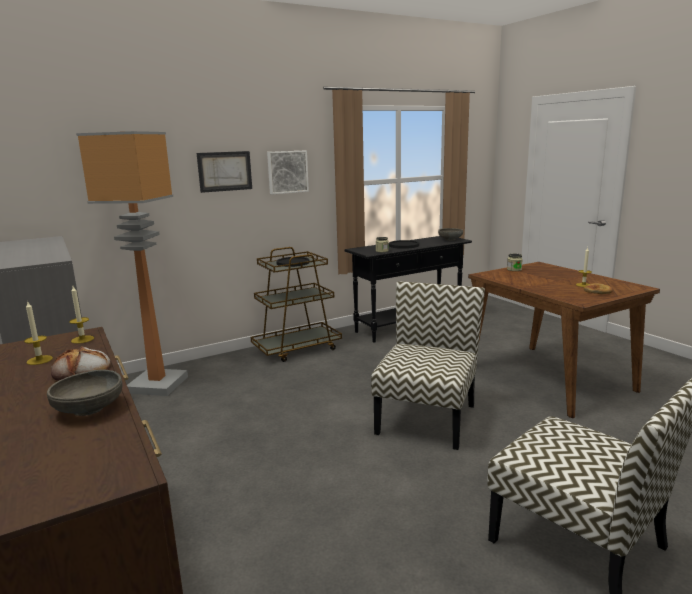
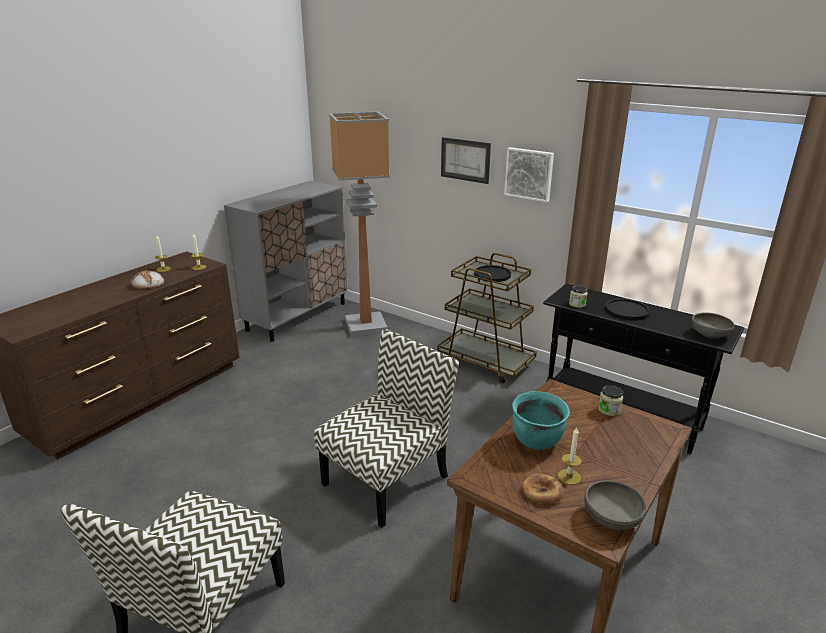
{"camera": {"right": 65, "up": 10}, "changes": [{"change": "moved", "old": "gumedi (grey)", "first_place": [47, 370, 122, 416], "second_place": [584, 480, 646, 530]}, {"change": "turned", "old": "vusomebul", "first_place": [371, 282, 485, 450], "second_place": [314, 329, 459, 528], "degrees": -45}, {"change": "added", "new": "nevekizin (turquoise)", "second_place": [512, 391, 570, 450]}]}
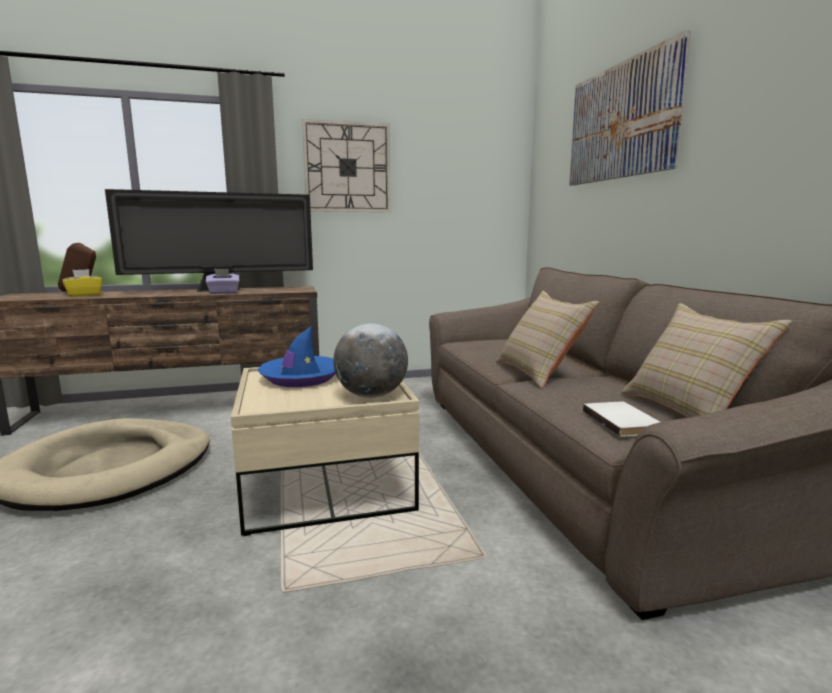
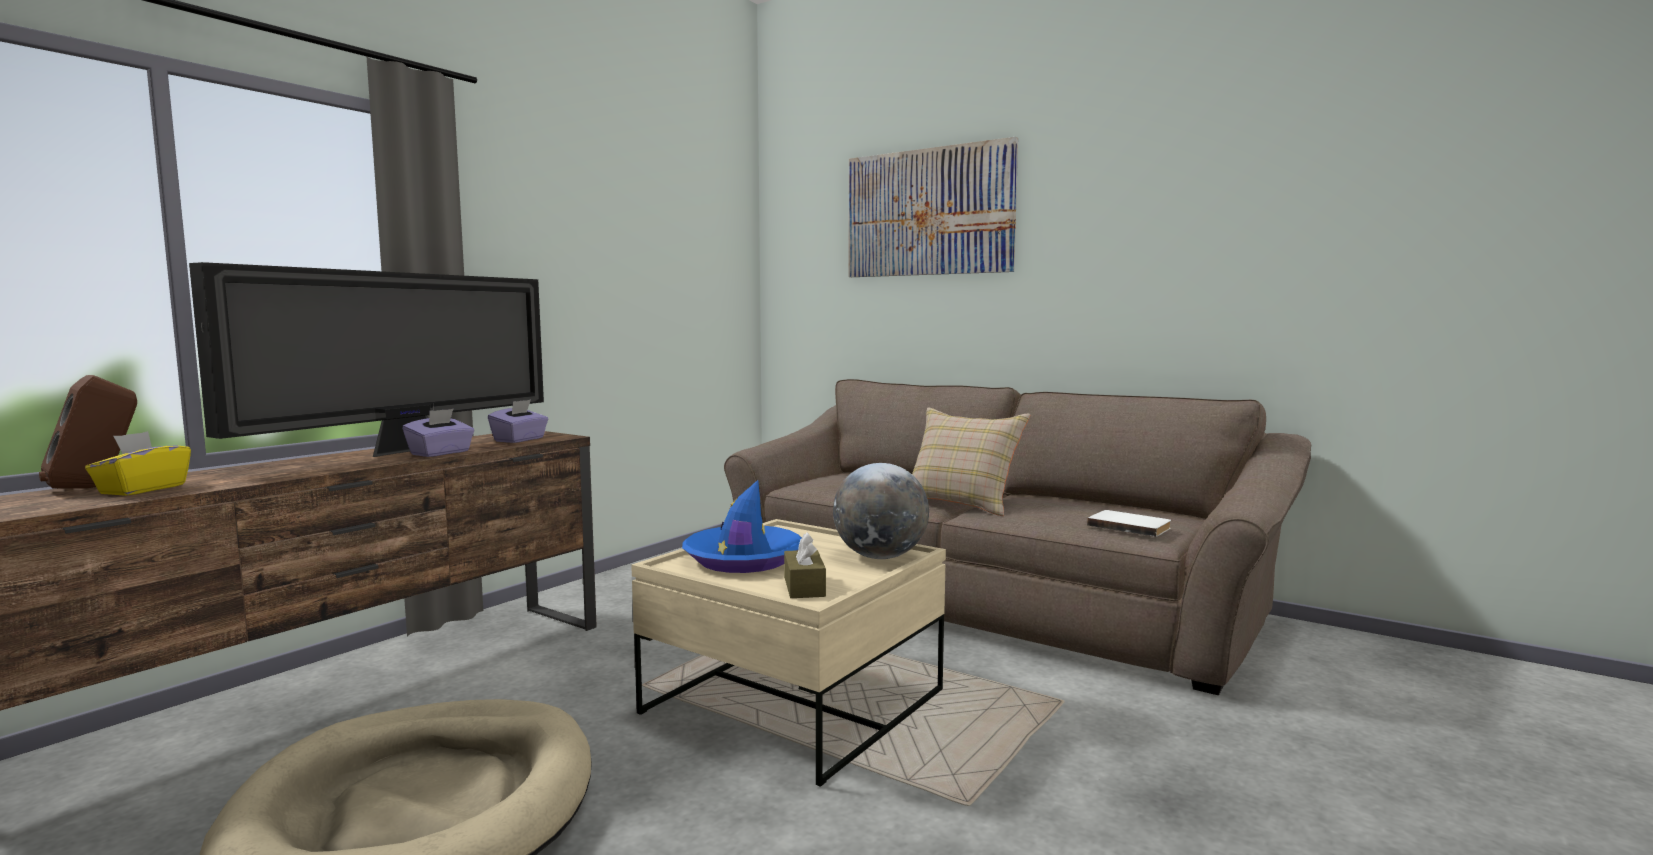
{"camera": {"right": -40, "up": -5}, "changes": [{"change": "removed", "old": "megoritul", "first_place": [302, 119, 391, 212]}, {"change": "removed", "old": "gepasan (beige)", "first_place": [621, 303, 792, 418]}, {"change": "added", "new": "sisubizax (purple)", "second_place": [488, 400, 548, 443]}, {"change": "added", "new": "sisubizax (brown)", "second_place": [784, 532, 826, 598]}]}
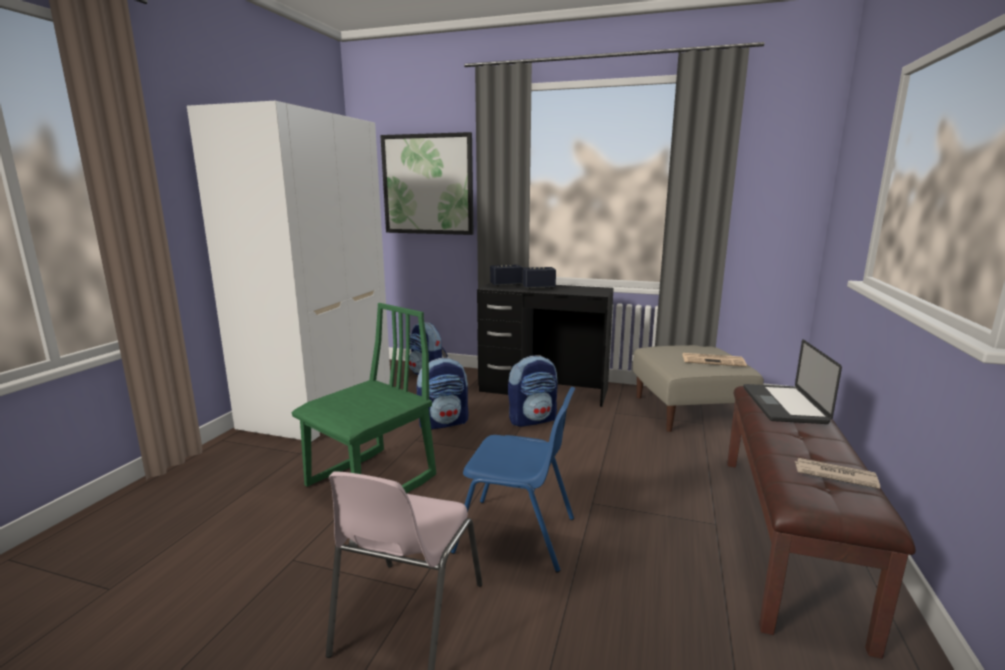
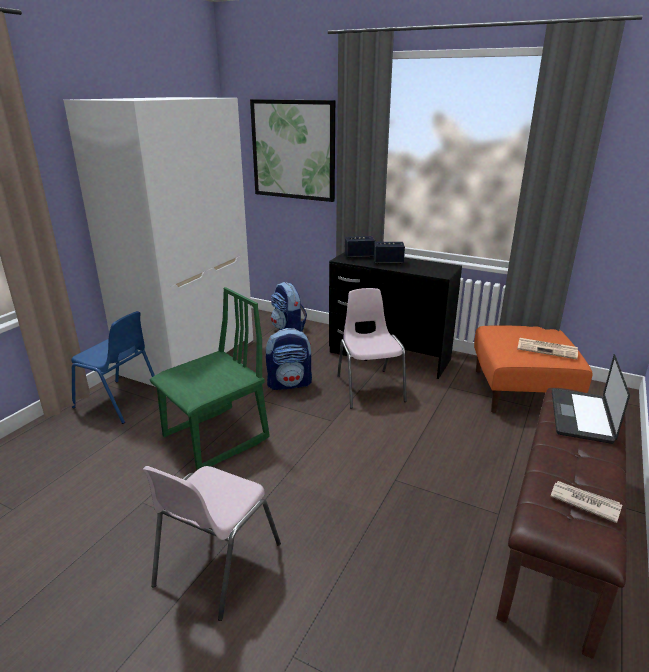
{"camera": {"right": 10, "up": 10}, "changes": [{"change": "moved", "old": "vusomebul (blue)", "first_place": [451, 387, 576, 572], "second_place": [72, 311, 155, 424]}, {"change": "replaced", "old": "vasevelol", "new": "vusomebul (pink)", "first_place": [508, 355, 558, 427], "second_place": [337, 288, 407, 408]}, {"change": "recoloured", "old": "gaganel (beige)", "new": "gaganel (orange)", "first_place": [633, 345, 764, 432], "second_place": [474, 325, 593, 413]}]}
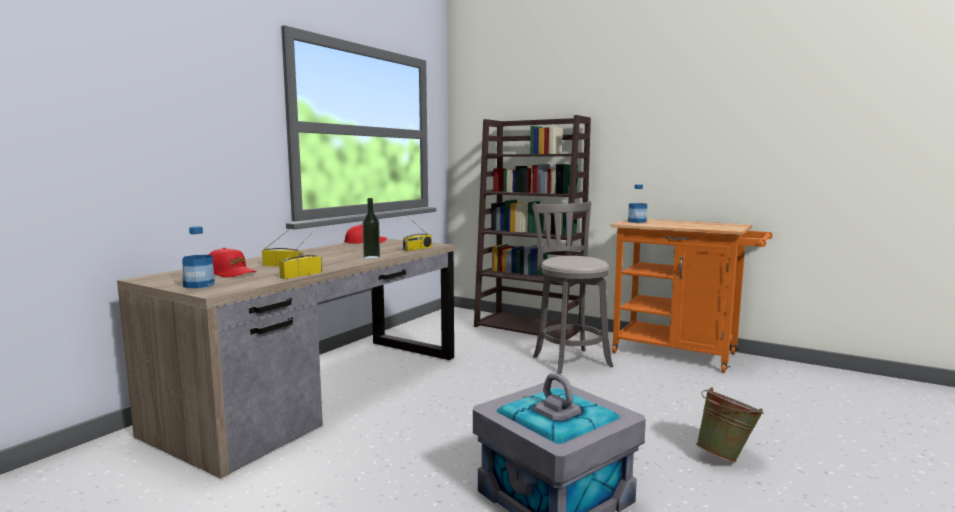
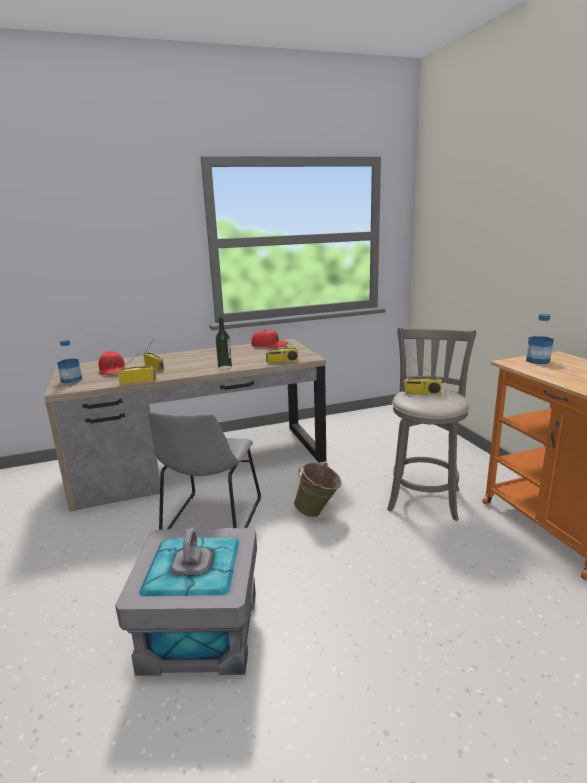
{"camera": {"right": 40, "up": 10}, "changes": [{"change": "removed", "old": "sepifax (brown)", "first_place": [474, 115, 591, 340]}, {"change": "moved", "old": "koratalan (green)", "first_place": [696, 387, 764, 462], "second_place": [294, 462, 341, 517]}, {"change": "added", "new": "vusomebul (grey)", "second_place": [148, 412, 261, 529]}, {"change": "added", "new": "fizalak", "second_place": [403, 358, 442, 395]}]}
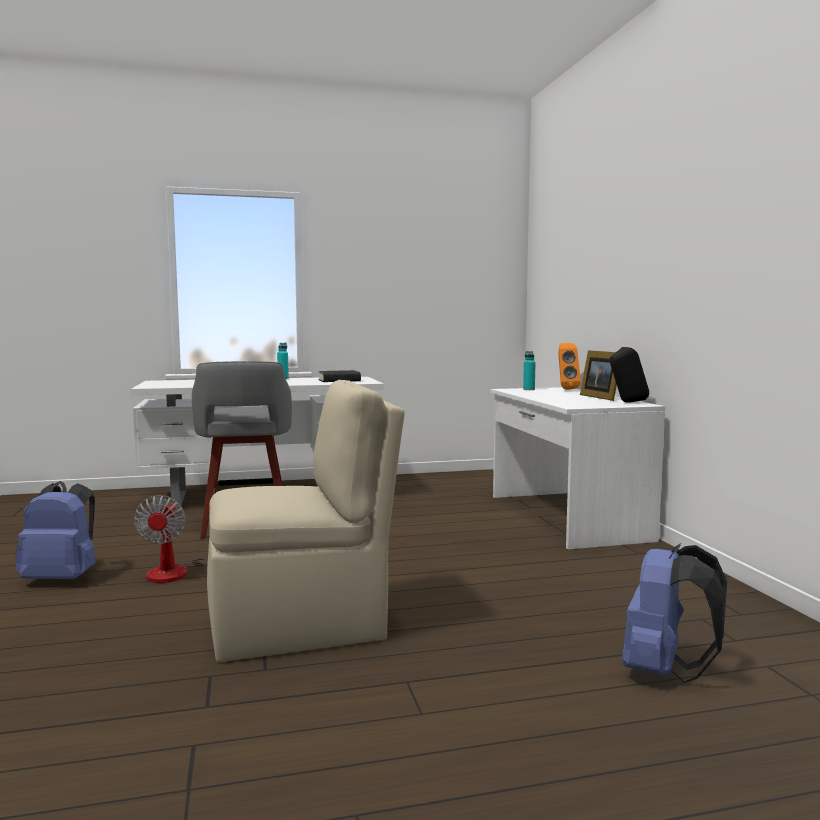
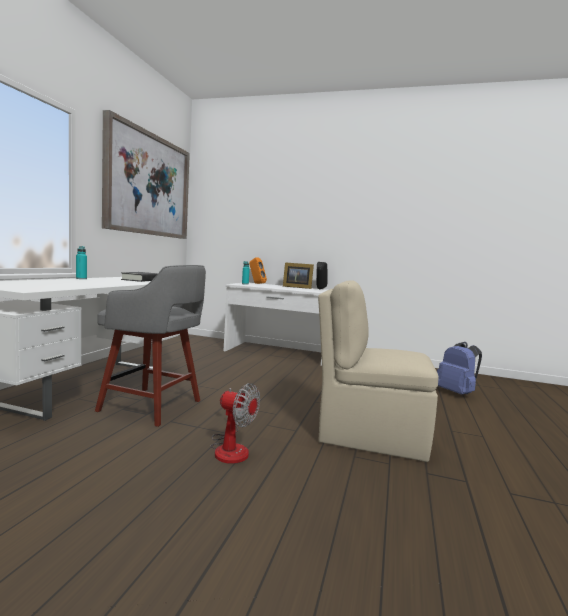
{"camera": {"right": -60, "up": 0}, "changes": [{"change": "removed", "old": "vasevelol (blue)", "first_place": [15, 481, 96, 579]}, {"change": "turned", "old": "vusomebul (beige)", "first_place": [207, 380, 405, 662], "second_place": [318, 281, 439, 462], "degrees": -90}, {"change": "added", "new": "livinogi", "second_place": [102, 110, 190, 239]}]}
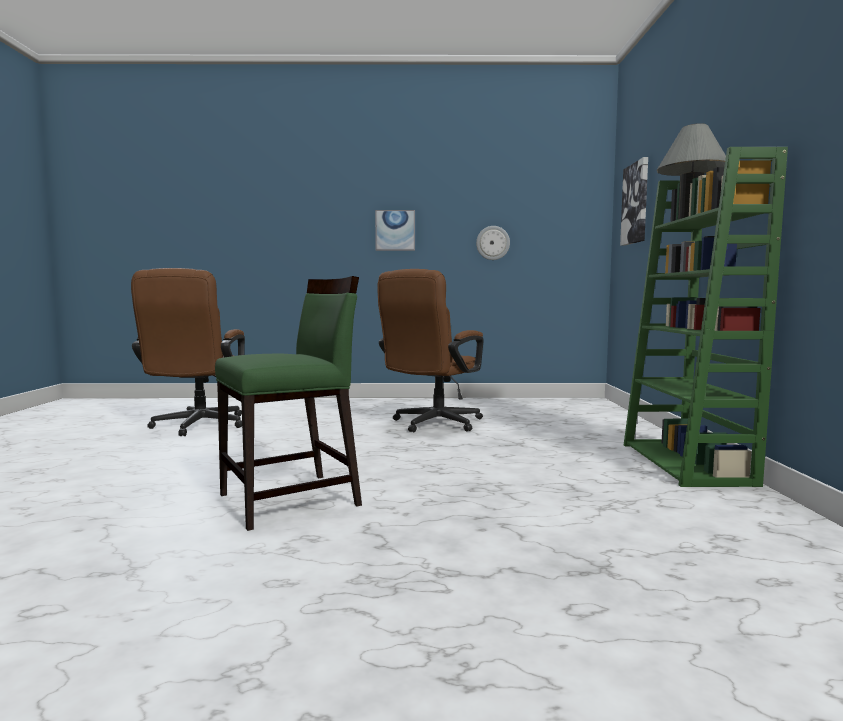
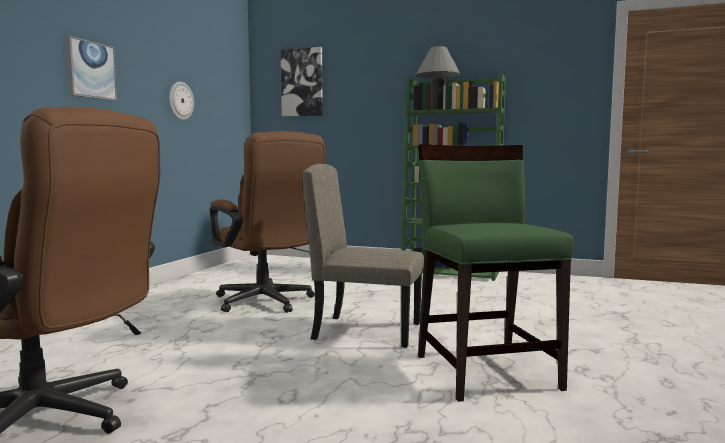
{"camera": {"right": -70, "up": 0}, "changes": [{"change": "added", "new": "vusomebul (beige)", "second_place": [302, 164, 424, 348]}]}
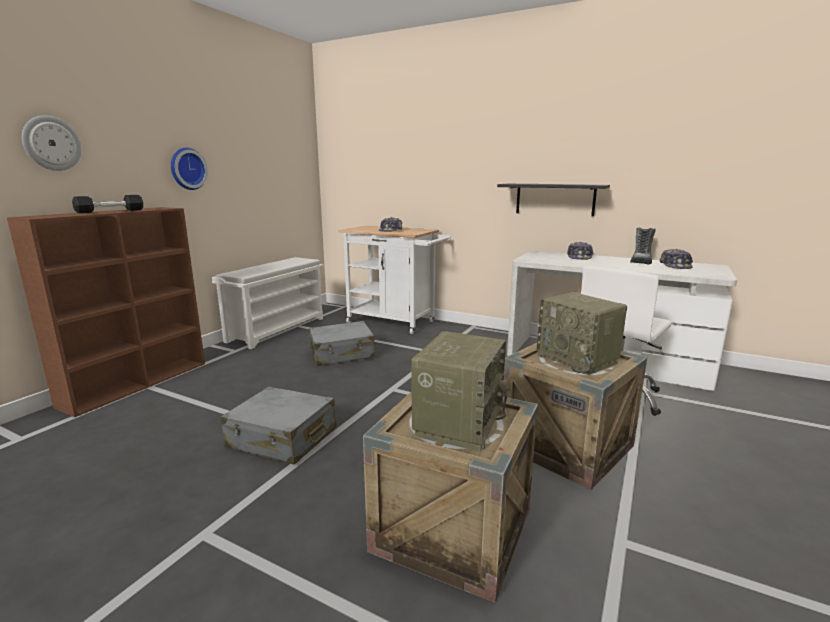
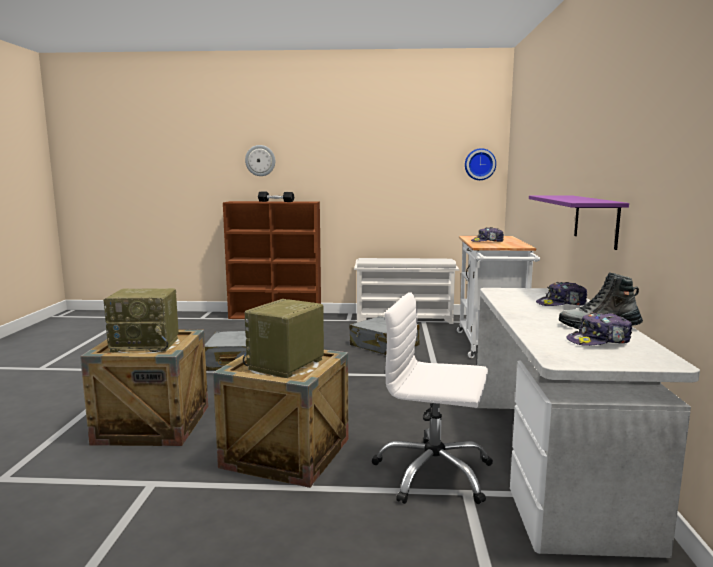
{"camera": {"right": 65, "up": -5}, "changes": [{"change": "moved", "old": "megoritul", "first_place": [171, 148, 208, 190], "second_place": [465, 148, 496, 180]}, {"change": "recoloured", "old": "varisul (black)", "new": "varisul (purple)", "first_place": [497, 184, 610, 216], "second_place": [529, 196, 629, 250]}]}
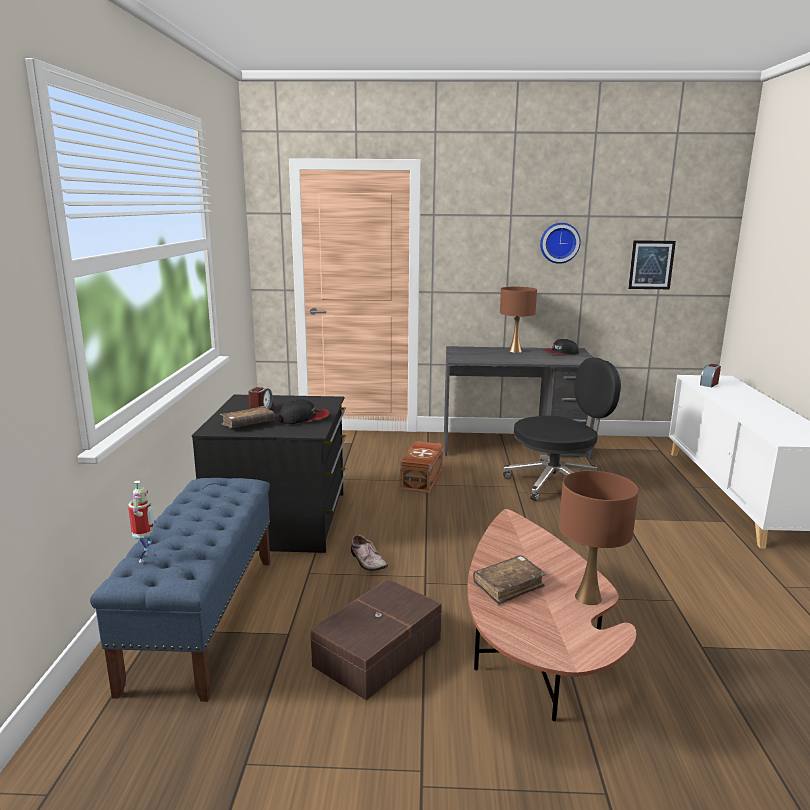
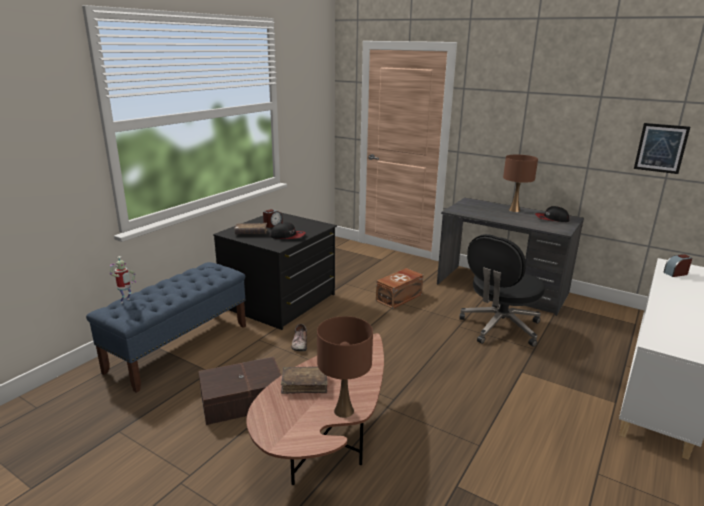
{"camera": {"right": 30, "up": 5}, "changes": [{"change": "turned", "old": "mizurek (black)", "first_place": [503, 358, 621, 501], "second_place": [459, 234, 545, 347], "degrees": 120}, {"change": "removed", "old": "megoritul", "first_place": [540, 223, 581, 264]}]}
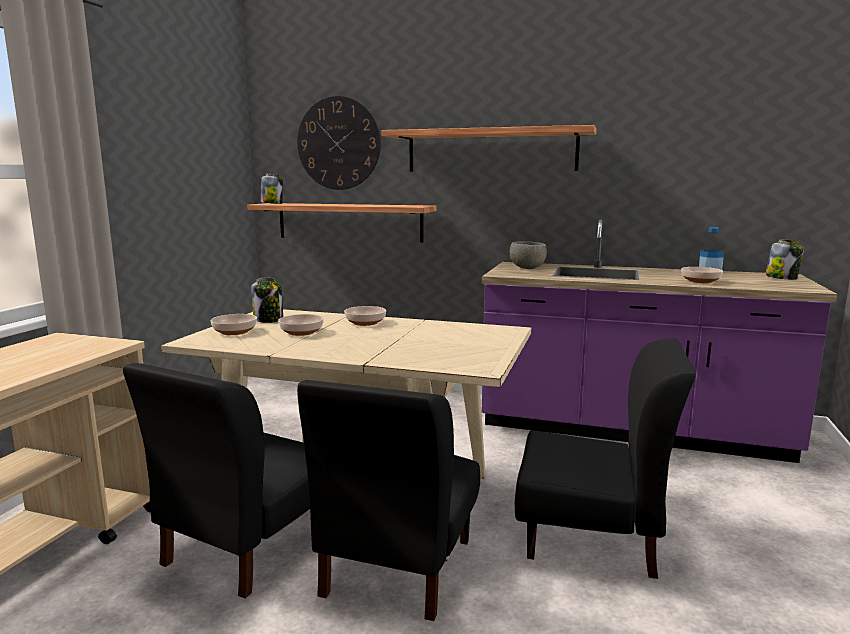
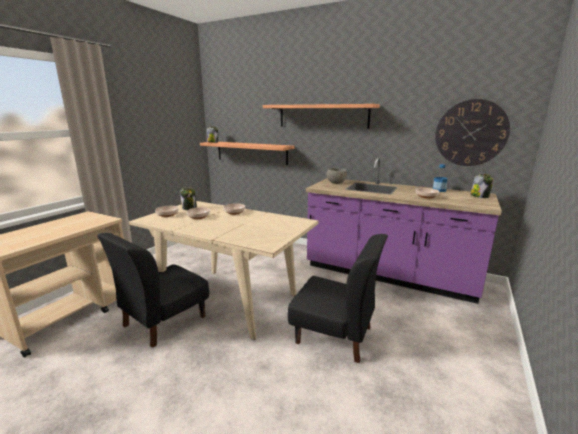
{"camera": {"right": 10, "up": 5}, "changes": [{"change": "moved", "old": "megoritul", "first_place": [297, 96, 381, 190], "second_place": [435, 99, 510, 166]}, {"change": "removed", "old": "vusomebul (black)", "first_place": [297, 380, 480, 621]}]}
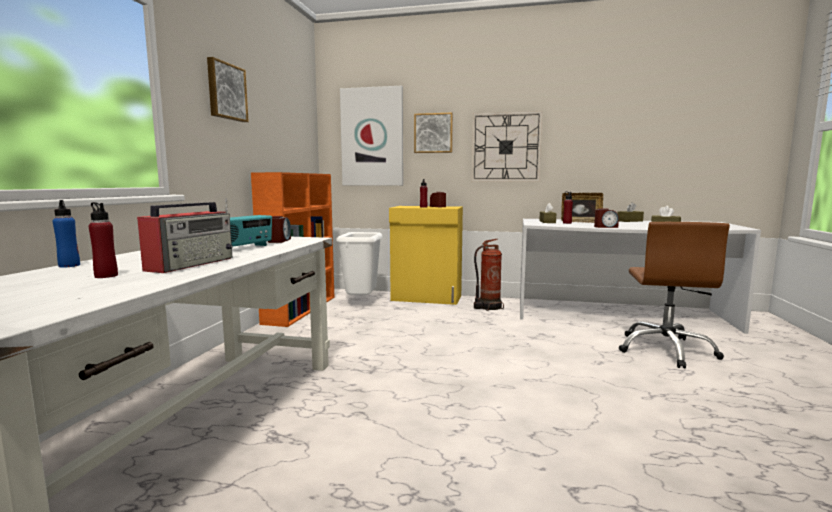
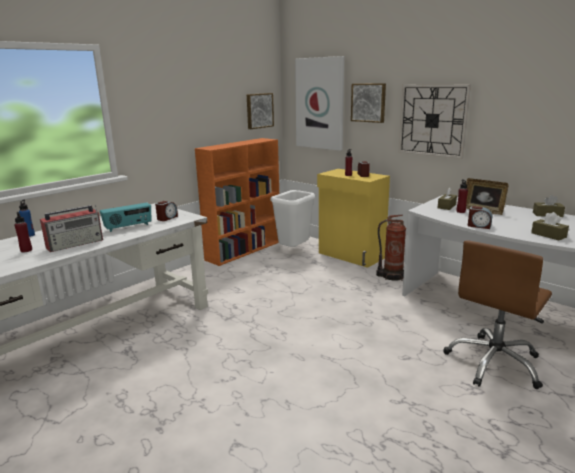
{"camera": {"right": 30, "up": 10}, "changes": [{"change": "moved", "old": "livinogi", "first_place": [207, 57, 249, 122], "second_place": [247, 93, 274, 129]}]}
